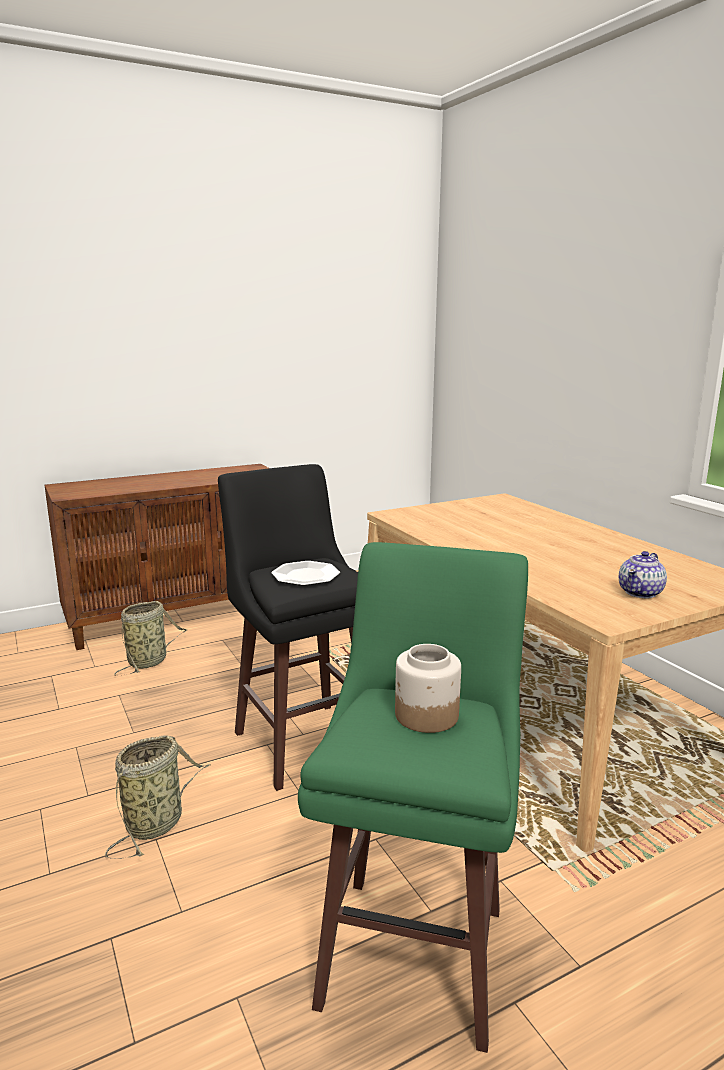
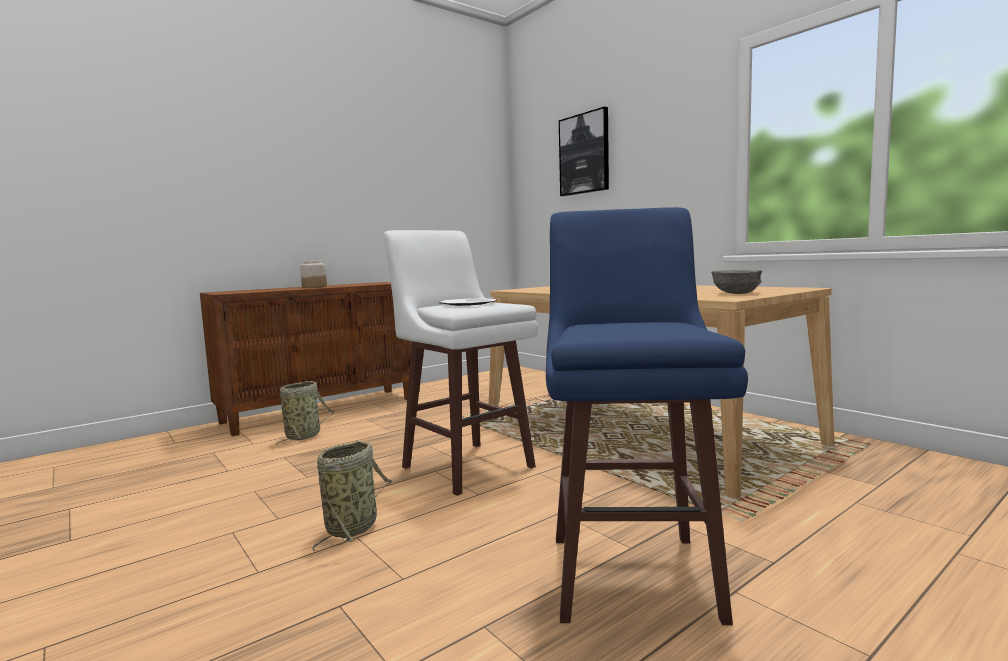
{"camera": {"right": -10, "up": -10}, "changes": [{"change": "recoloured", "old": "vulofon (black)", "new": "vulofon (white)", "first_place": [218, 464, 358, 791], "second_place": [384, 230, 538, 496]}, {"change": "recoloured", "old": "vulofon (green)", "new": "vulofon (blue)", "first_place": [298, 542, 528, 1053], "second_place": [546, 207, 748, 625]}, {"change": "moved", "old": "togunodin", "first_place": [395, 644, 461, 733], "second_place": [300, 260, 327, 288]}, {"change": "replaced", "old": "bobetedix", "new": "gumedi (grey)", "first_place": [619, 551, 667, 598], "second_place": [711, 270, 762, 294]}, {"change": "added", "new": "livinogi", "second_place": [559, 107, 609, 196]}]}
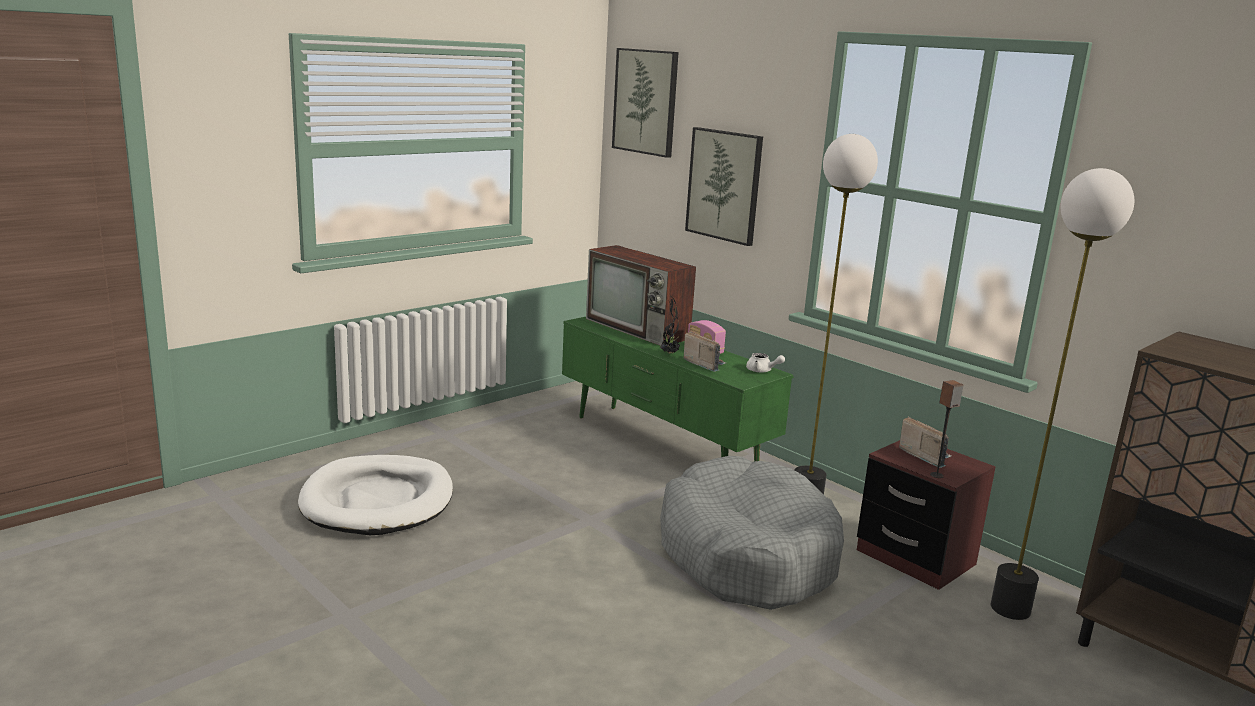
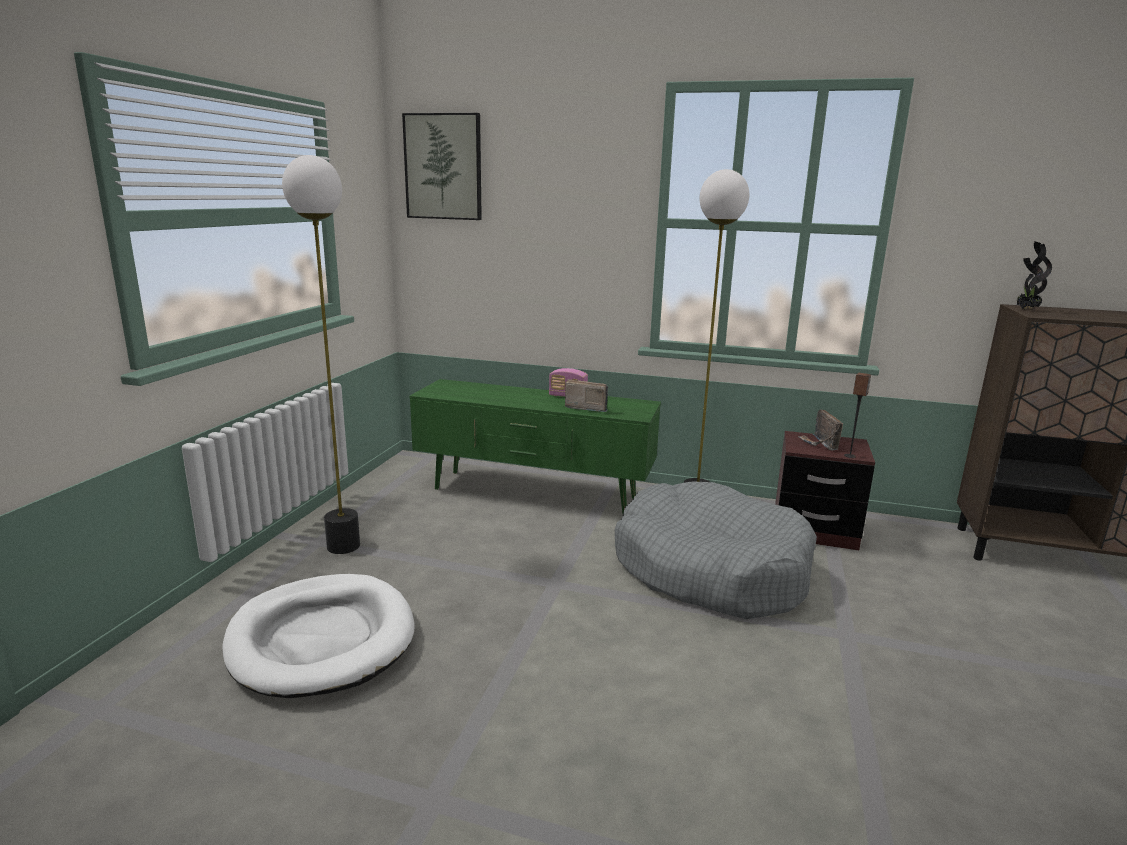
{"camera": {"right": -30, "up": 0}, "changes": [{"change": "removed", "old": "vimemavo", "first_place": [586, 245, 696, 346]}, {"change": "moved", "old": "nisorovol", "first_place": [660, 297, 680, 354], "second_place": [1017, 241, 1052, 309]}, {"change": "removed", "old": "livinogi", "first_place": [685, 127, 763, 246]}, {"change": "removed", "old": "bobetedix (white)", "first_place": [746, 353, 785, 373]}, {"change": "turned", "old": "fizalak", "first_place": [899, 417, 951, 468], "second_place": [798, 409, 843, 451], "degrees": -120}, {"change": "moved", "old": "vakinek", "first_place": [991, 168, 1134, 620], "second_place": [282, 155, 360, 554]}]}
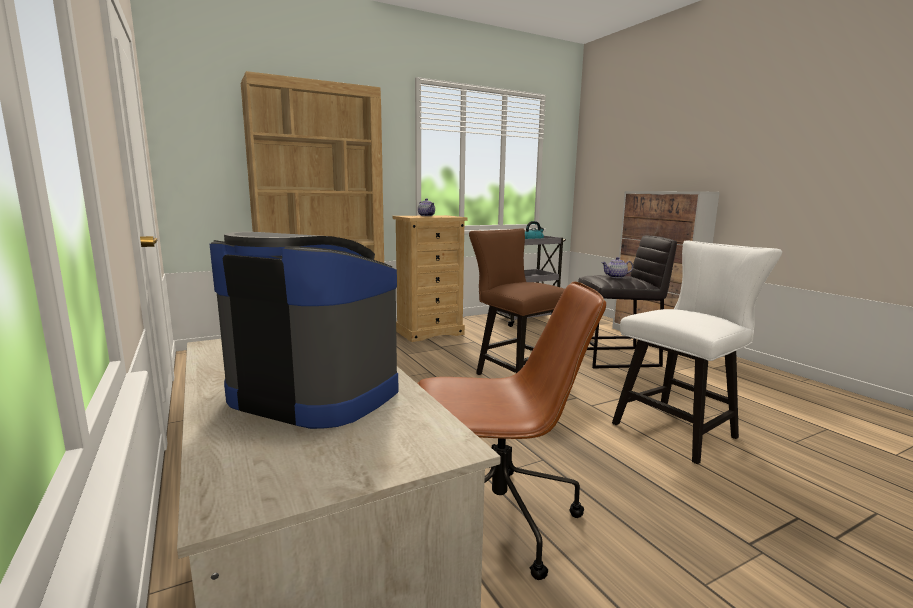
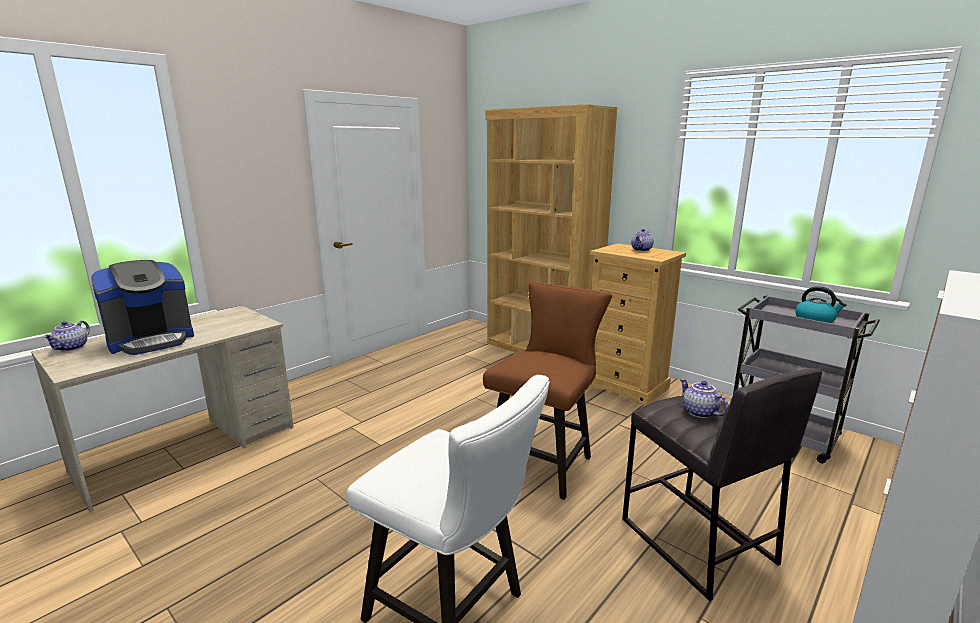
{"camera": {"right": 70, "up": 5}, "changes": [{"change": "turned", "old": "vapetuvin", "first_place": [210, 232, 398, 429], "second_place": [91, 260, 194, 355], "degrees": 45}, {"change": "removed", "old": "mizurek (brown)", "first_place": [417, 281, 606, 580]}, {"change": "added", "new": "bobetedix", "second_place": [43, 320, 90, 352]}]}
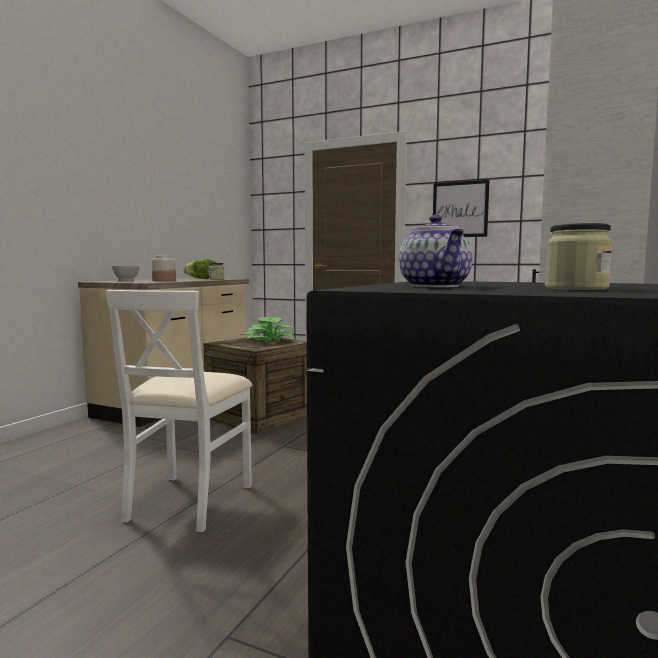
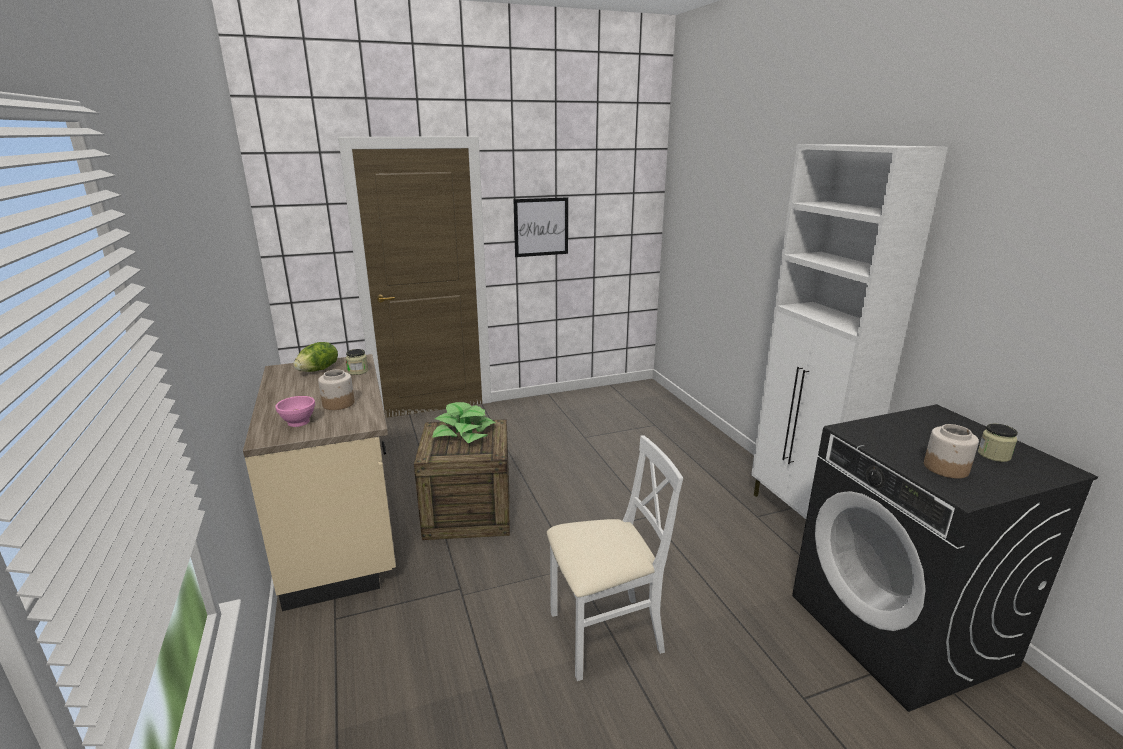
{"camera": {"right": -45, "up": 15}, "changes": [{"change": "turned", "old": "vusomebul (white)", "first_place": [105, 290, 253, 532], "second_place": [547, 435, 683, 681], "degrees": -75}, {"change": "recoloured", "old": "gumedi (white)", "new": "gumedi (pink)", "first_place": [112, 266, 140, 281], "second_place": [275, 396, 315, 427]}, {"change": "replaced", "old": "bobetedix", "new": "togunodin", "first_place": [399, 215, 473, 287], "second_place": [924, 424, 979, 479]}]}
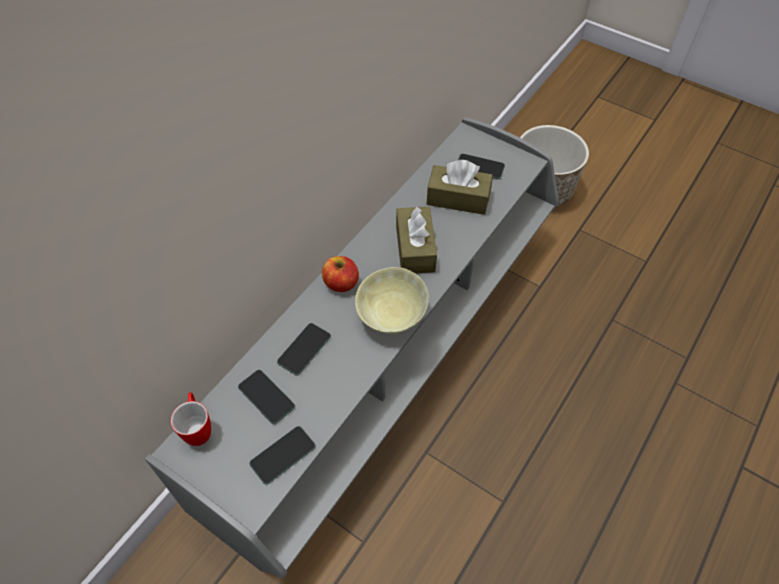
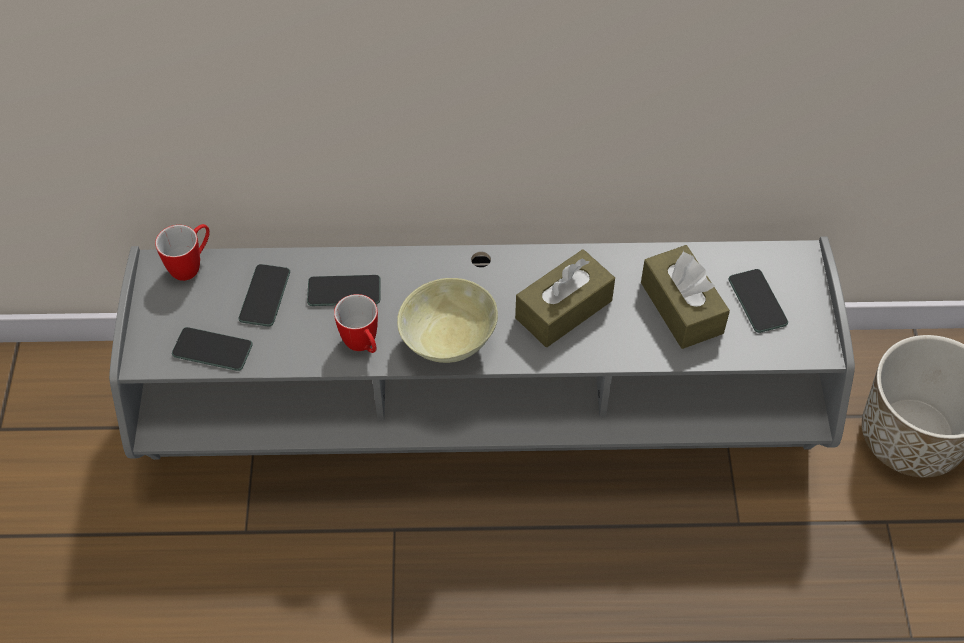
{"camera": {"right": 55, "up": 0}, "changes": [{"change": "removed", "old": "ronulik", "first_place": [322, 256, 359, 292]}, {"change": "added", "new": "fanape", "second_place": [334, 294, 378, 353]}]}
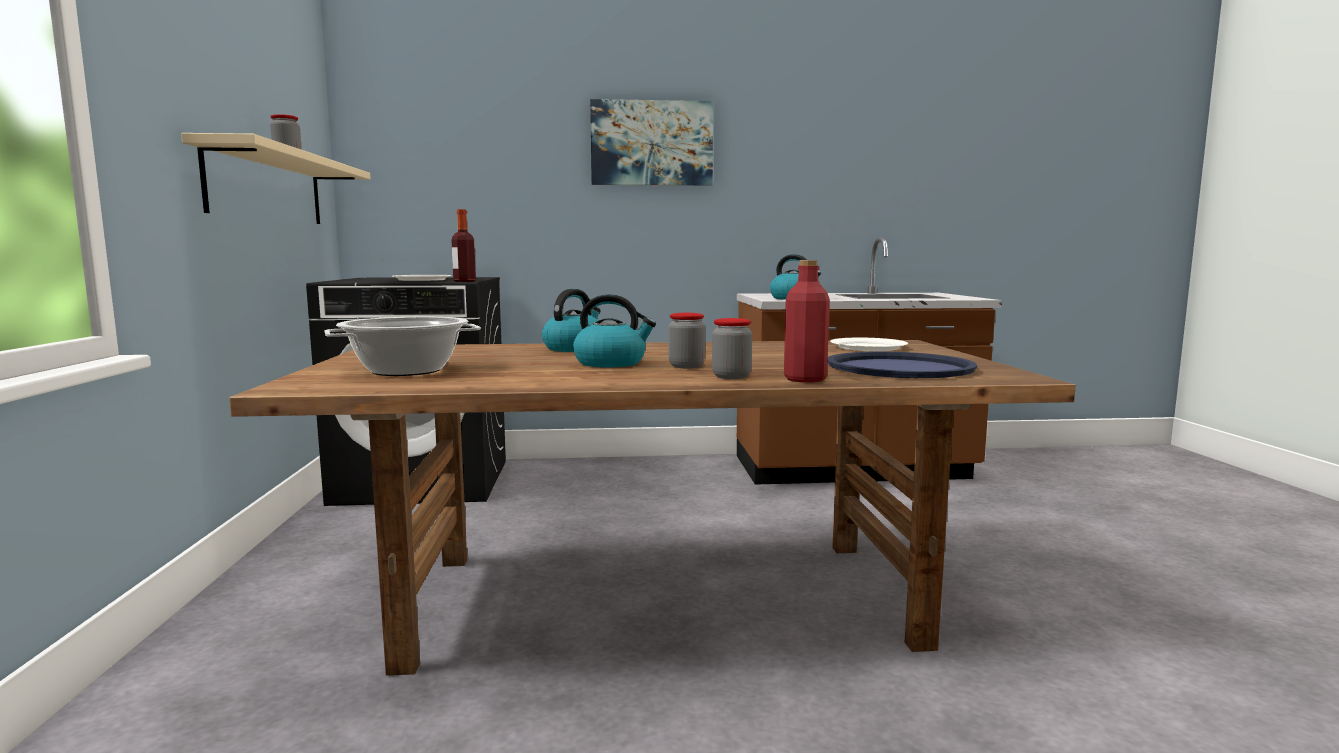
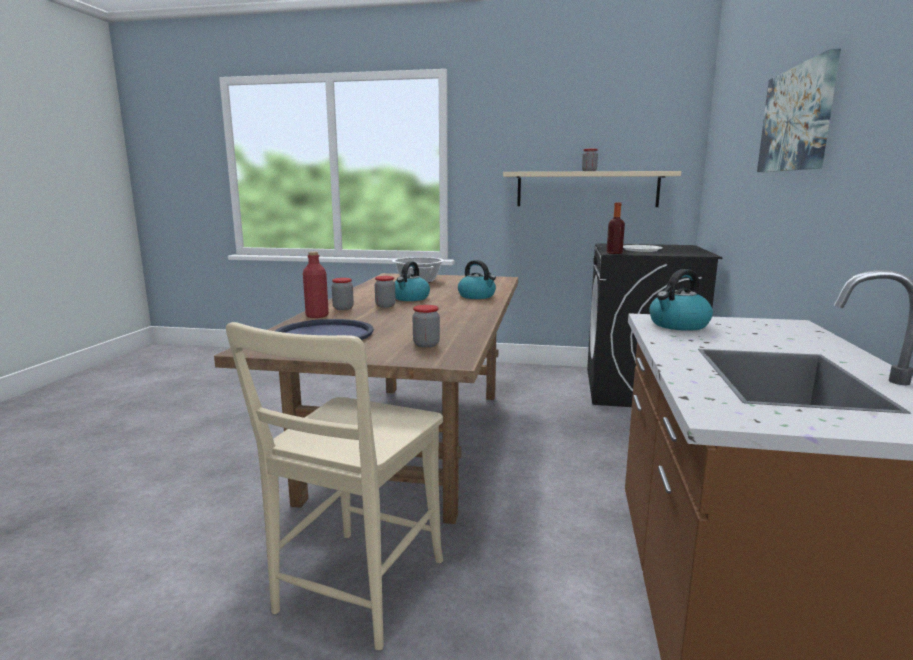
{"camera": {"right": 105, "up": 5}, "changes": [{"change": "replaced", "old": "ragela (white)", "new": "togunodin", "first_place": [830, 338, 908, 351], "second_place": [413, 305, 440, 347]}, {"change": "added", "new": "vusomebul (beige)", "second_place": [226, 322, 443, 650]}]}
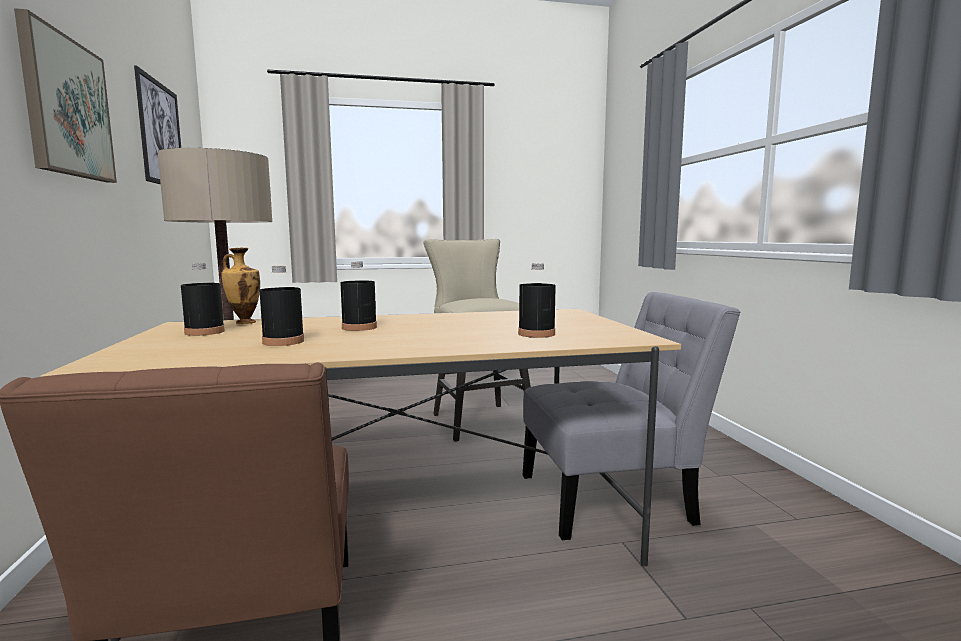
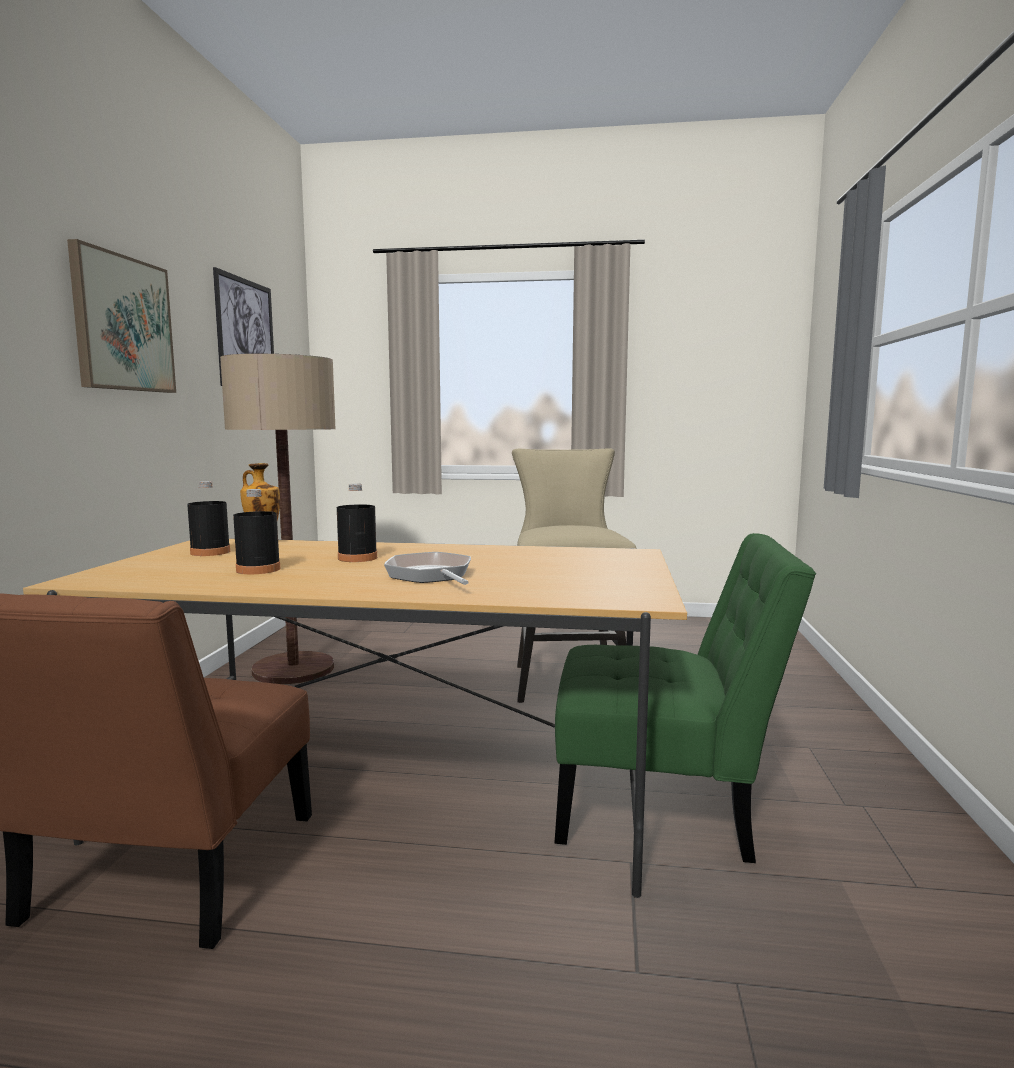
{"camera": {"right": 20, "up": 0}, "changes": [{"change": "removed", "old": "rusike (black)", "first_place": [518, 263, 556, 338]}, {"change": "recoloured", "old": "vusomebul (grey)", "new": "vusomebul (green)", "first_place": [523, 292, 740, 540], "second_place": [555, 533, 816, 863]}, {"change": "added", "new": "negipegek", "second_place": [384, 552, 471, 585]}]}
